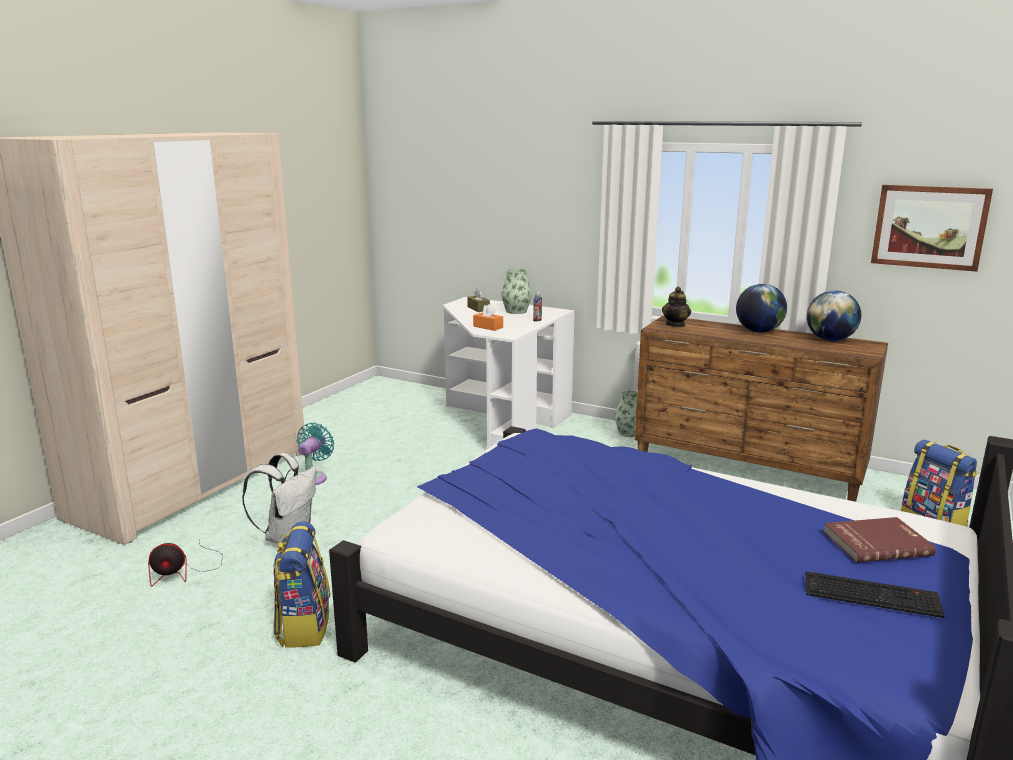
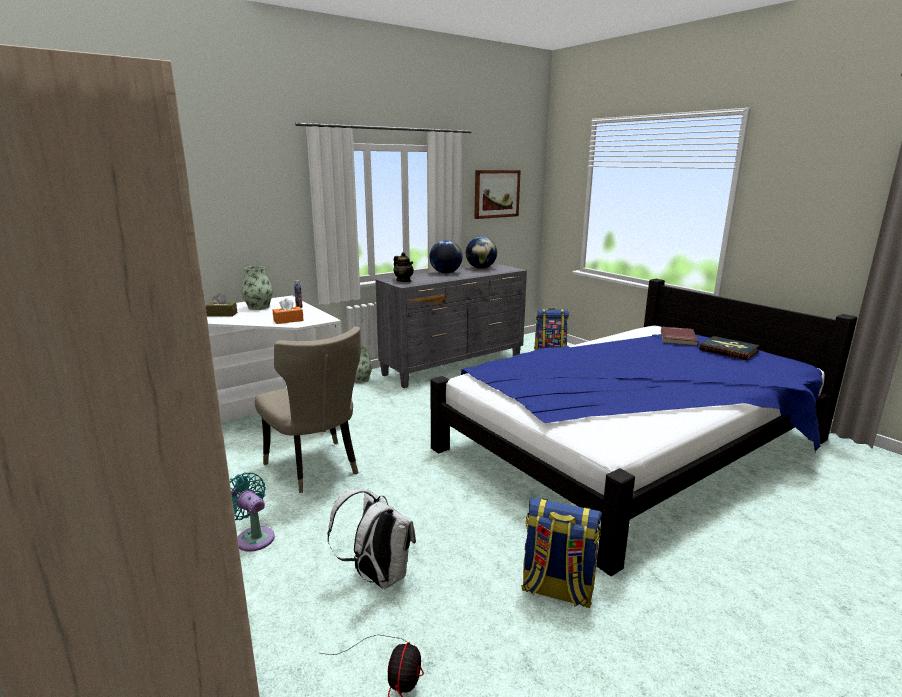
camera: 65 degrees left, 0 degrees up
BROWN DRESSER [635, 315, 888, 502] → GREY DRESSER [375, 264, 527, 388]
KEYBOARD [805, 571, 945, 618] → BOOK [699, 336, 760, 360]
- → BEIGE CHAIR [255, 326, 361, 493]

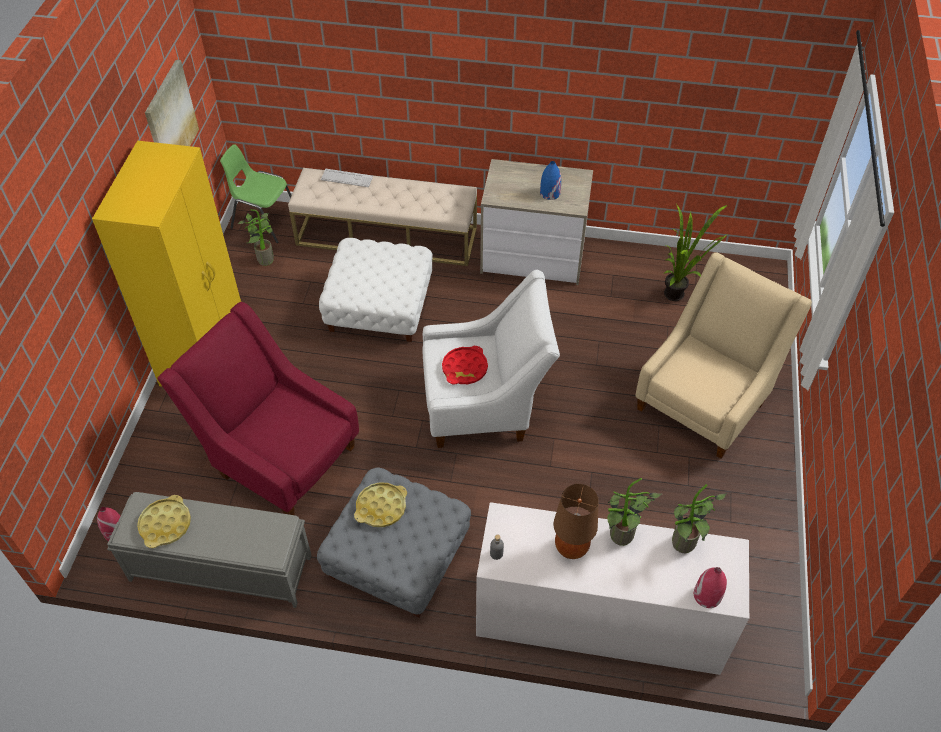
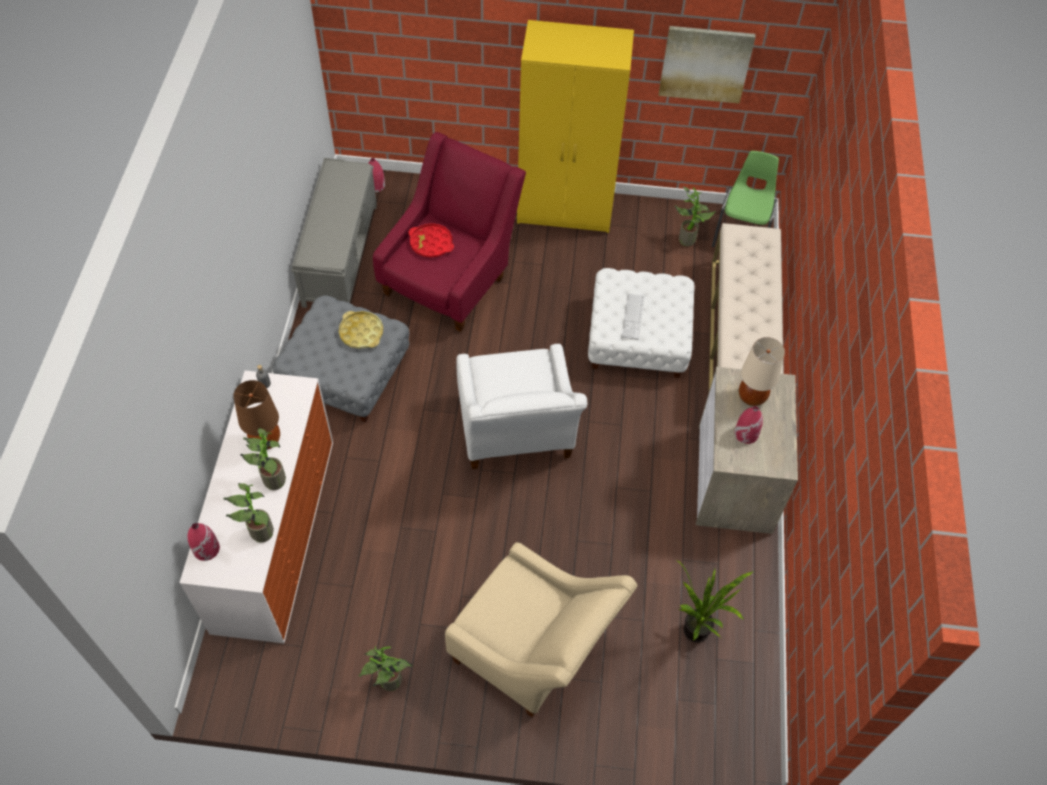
camera: 85 degrees right, 5 degrees up
BLUE VASE [540, 161, 561, 200] → RED VASE [734, 406, 763, 444]
KEYBOARD [321, 169, 373, 187] → KEYBOARD [621, 294, 645, 340], move
RED TRAY [442, 346, 488, 384] → RED TRAY [408, 223, 454, 258], move
YELLOW TRAY [137, 495, 191, 548] → -
- → BEIGE TABLE LAMP [739, 337, 785, 406]
- → POTTED PLANT [359, 646, 413, 691]

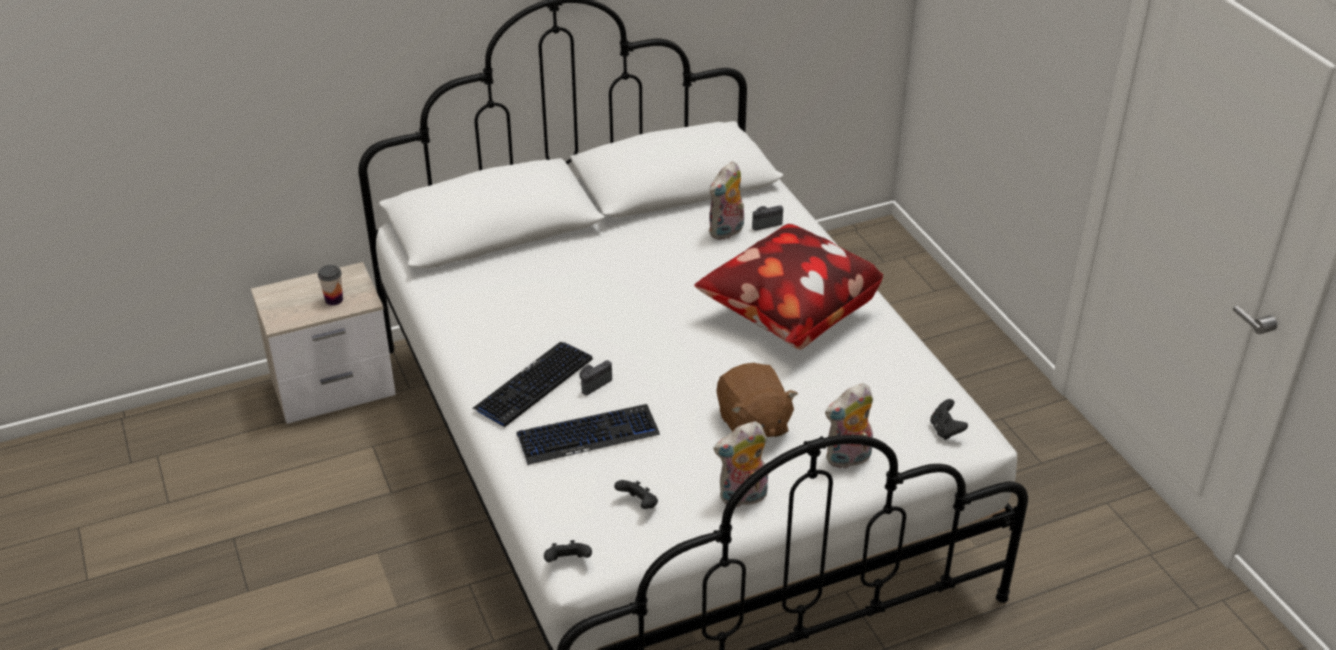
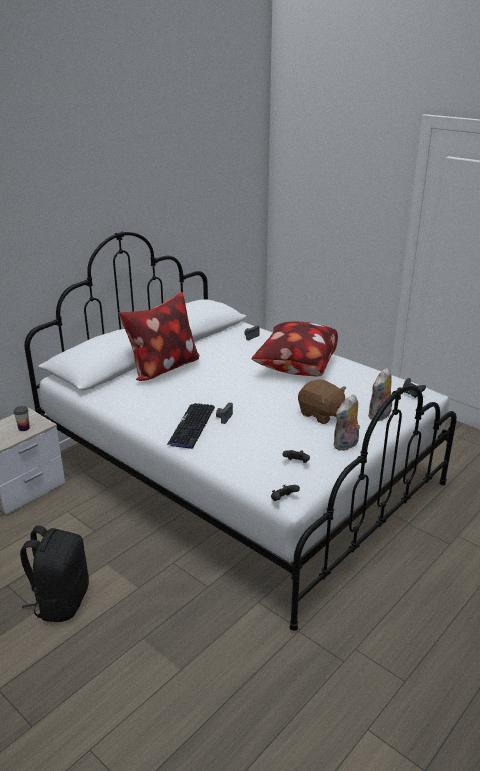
camera: 25 degrees left, 10 degrees down
PLUSH TOY [709, 161, 744, 240] → -
KEYBOARD [516, 404, 660, 465] → -
- → PILLOW [118, 292, 199, 381]
- → BLACK BACKPACK [20, 525, 89, 622]

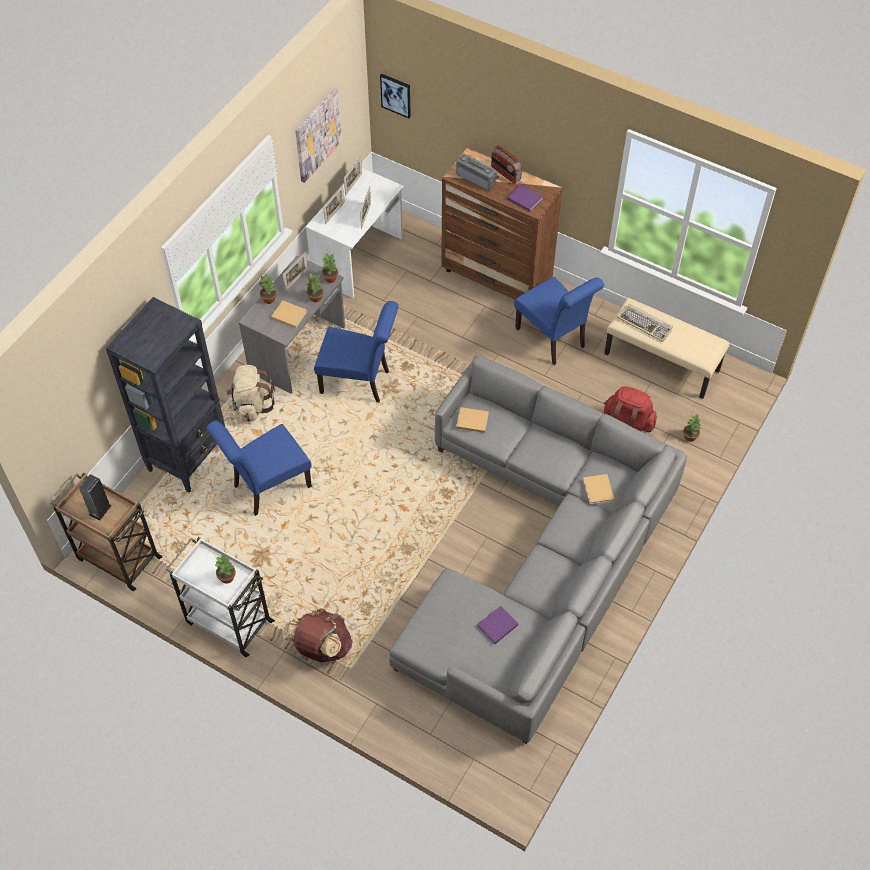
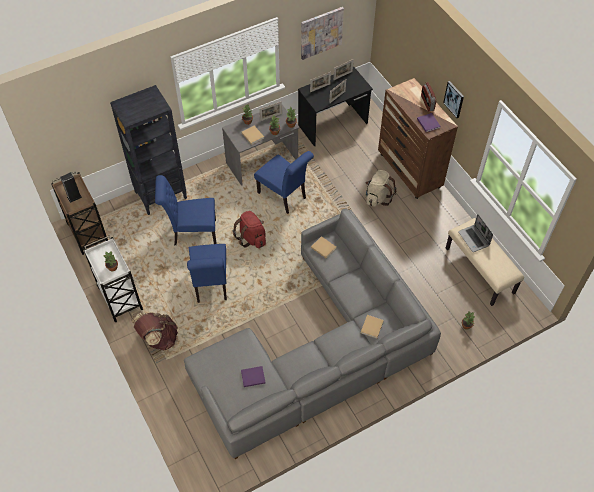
camera: 30 degrees right, 0 degrees up
PICTURE [380, 74, 411, 119] → PICTURE [443, 81, 464, 118], move
RADIO [456, 154, 499, 191] → -
WHITE DESK [306, 168, 404, 298] → BLACK DESK [298, 67, 373, 146]
BLUE CHAIR [514, 277, 604, 365] → BLUE CHAIR [187, 244, 227, 303], move
KEYBOARD [617, 304, 673, 342] → LAPTOP [458, 214, 493, 252]
BEIGE BACKPACK [226, 365, 275, 422] → BEIGE BACKPACK [365, 170, 396, 207], move
RED BACKPACK [604, 386, 657, 432] → RED BACKPACK [233, 211, 266, 248], move

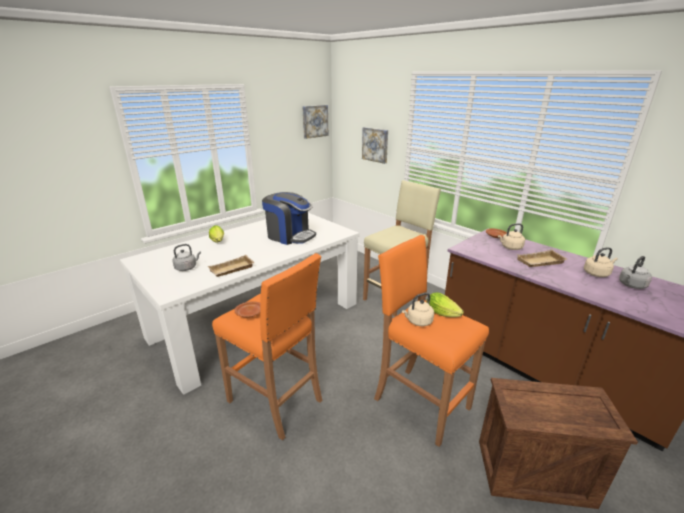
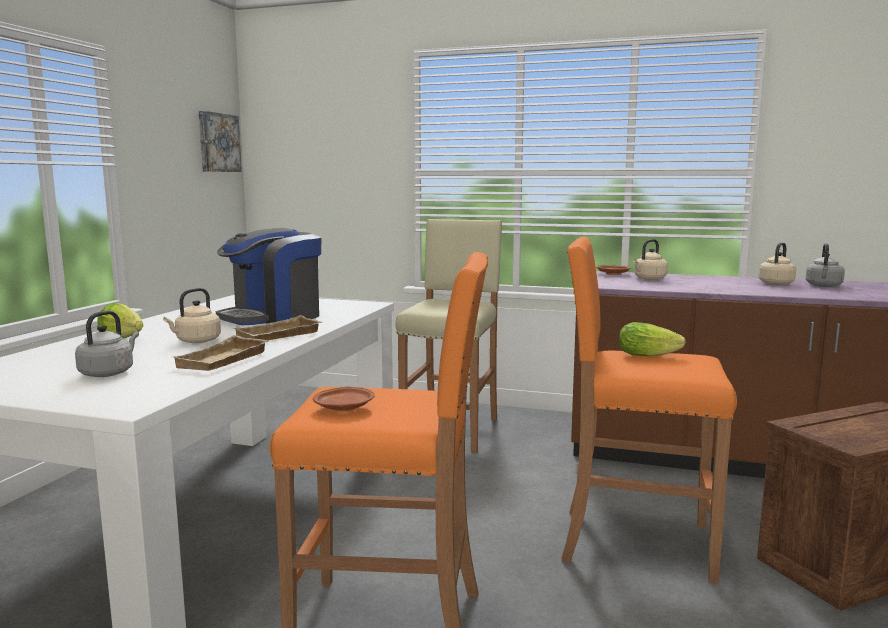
camera: 30 degrees left, 15 degrees down
PICTURE [362, 127, 388, 164] → -
COFFEE MACHINE [262, 192, 316, 245] → COFFEE MACHINE [216, 228, 321, 325], 135 degrees clockwise
BEIGE TRAY [517, 249, 567, 267] → BEIGE TRAY [234, 315, 322, 340], move
BEIGE KETTLE [402, 293, 434, 326] → BEIGE KETTLE [163, 288, 221, 343], move

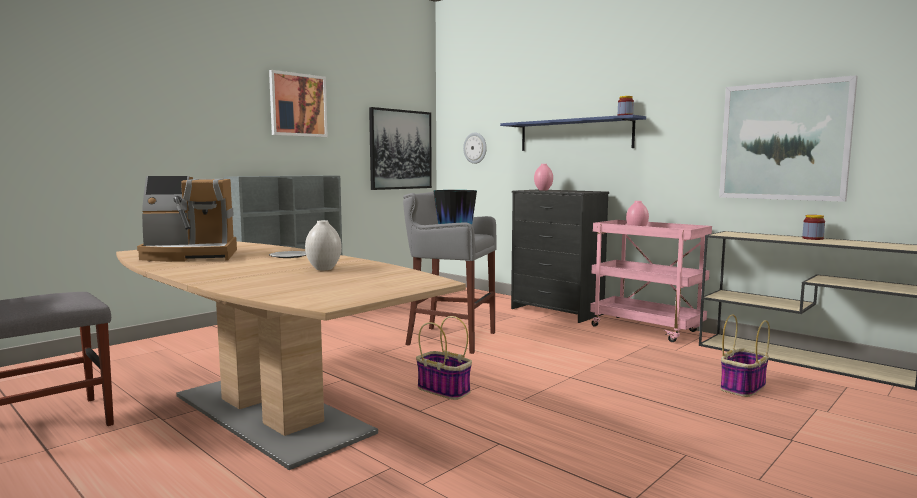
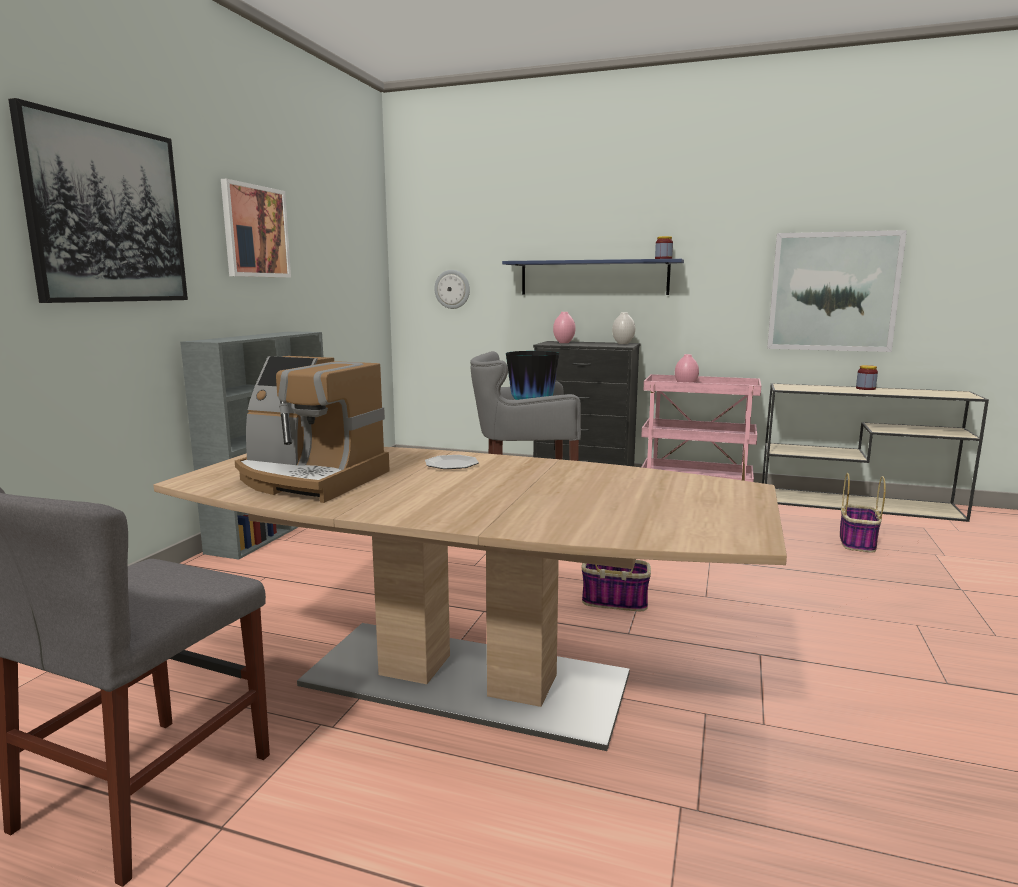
camera: 25 degrees left, 5 degrees up
PICTURE [369, 107, 432, 190] → PICTURE [8, 98, 188, 303], move
COFFEE MACHINE [137, 176, 237, 262] → COFFEE MACHINE [235, 356, 390, 503], 60 degrees clockwise
WHITE VASE [305, 220, 342, 270] → WHITE VASE [612, 312, 635, 344], move

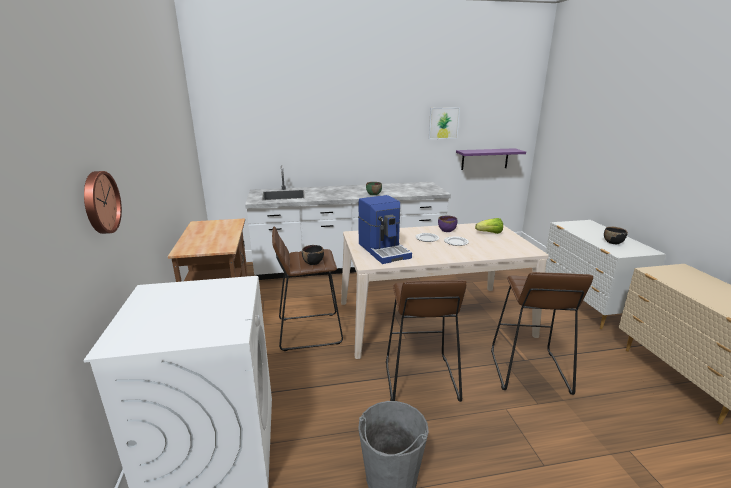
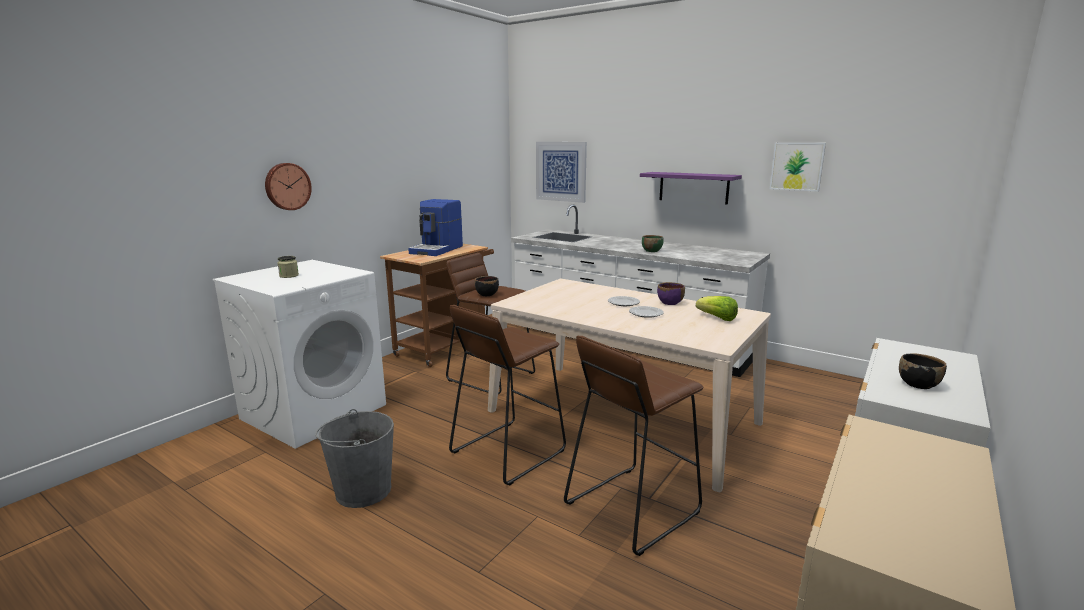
camera: 45 degrees right, 5 degrees down
PURPLE SHELF [456, 148, 526, 170] → PURPLE SHELF [640, 172, 742, 205], move
COFFEE MACHINE [358, 195, 412, 264] → COFFEE MACHINE [408, 199, 463, 256], move
- → PICTURE [536, 142, 587, 203]
- → JAR [277, 256, 299, 278]

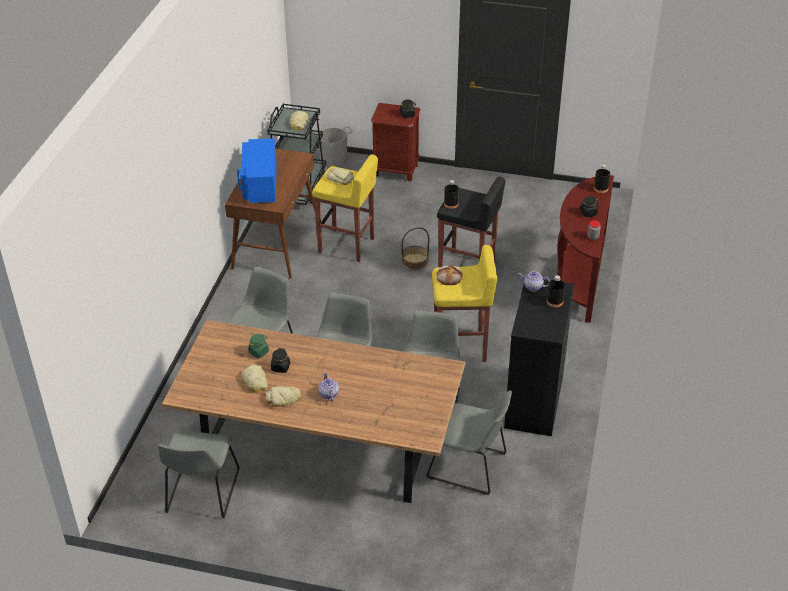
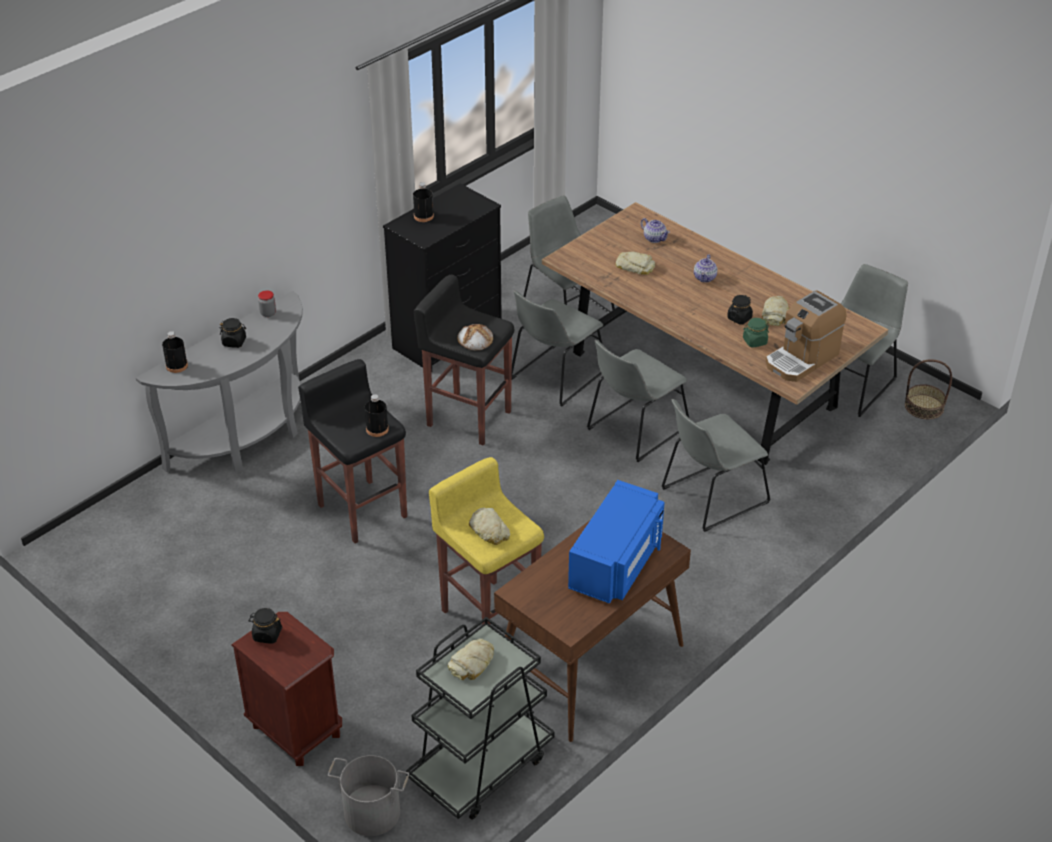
camera: 150 degrees left, 0 degrees up
BROWN CONSOLE TABLE [557, 175, 614, 323] → GREY CONSOLE TABLE [136, 291, 303, 472]
BASKET [401, 227, 429, 270] → BASKET [905, 359, 952, 419], move
YELLOW STOOL [432, 245, 497, 362] → BLACK STOOL [414, 275, 514, 445]
TEAPOT [518, 271, 550, 291] → TEAPOT [641, 218, 670, 243], move
BREAD [266, 386, 301, 407] → BREAD [616, 252, 655, 275], move
- → COFFEE MACHINE [766, 291, 846, 382]

